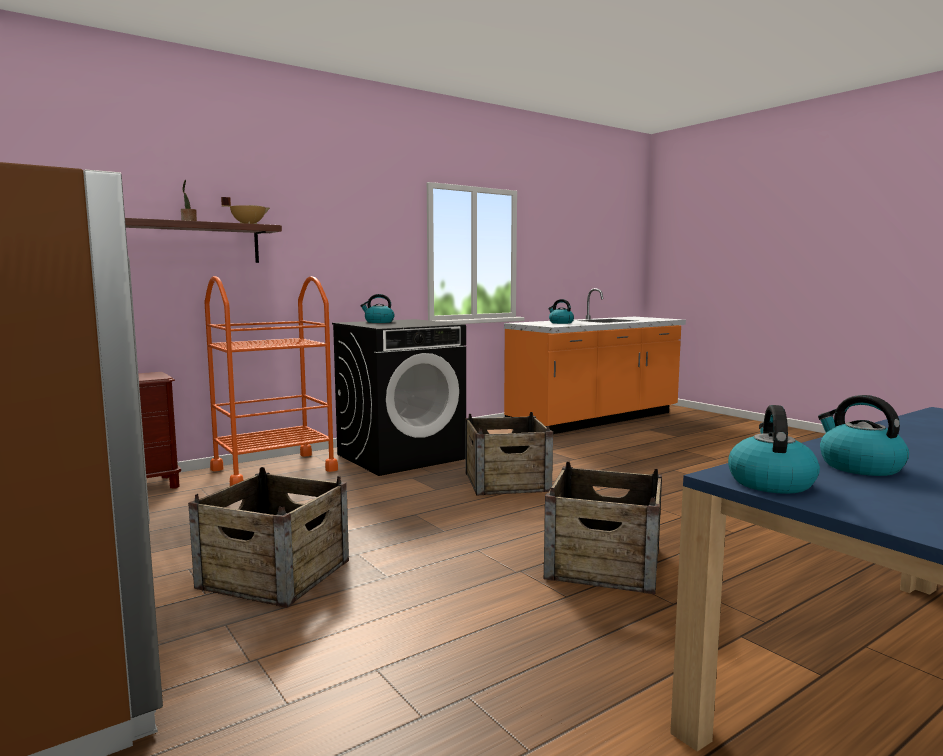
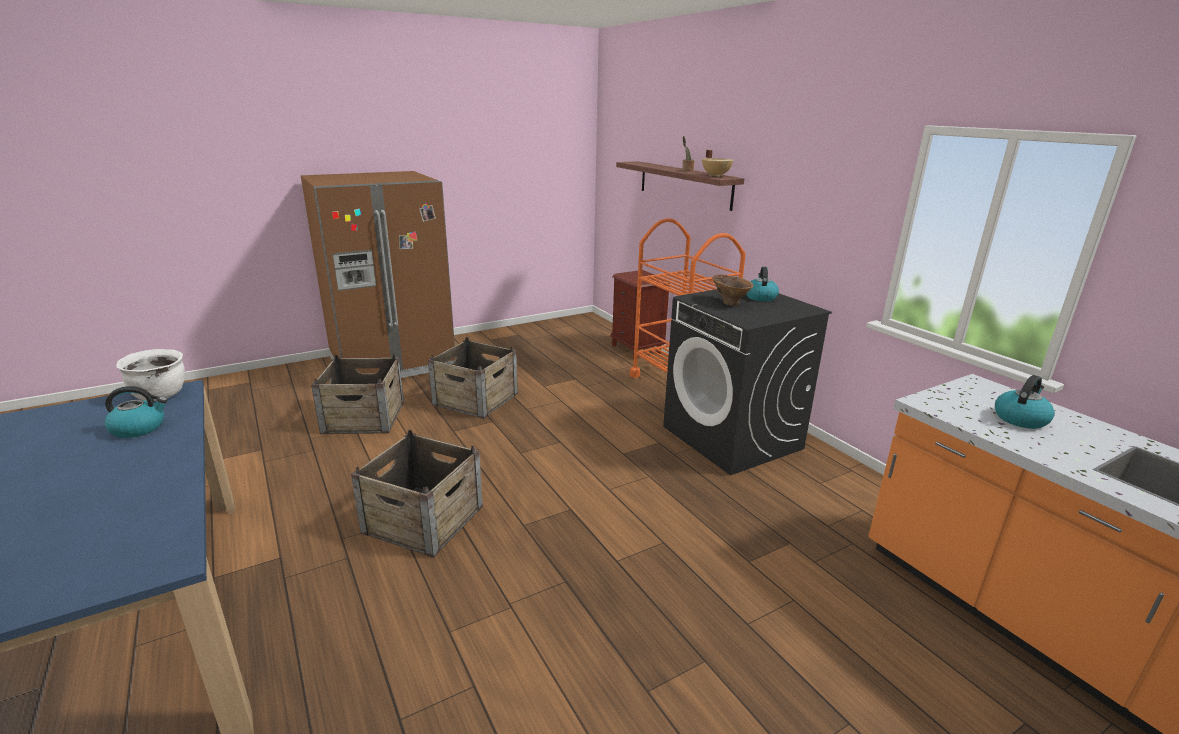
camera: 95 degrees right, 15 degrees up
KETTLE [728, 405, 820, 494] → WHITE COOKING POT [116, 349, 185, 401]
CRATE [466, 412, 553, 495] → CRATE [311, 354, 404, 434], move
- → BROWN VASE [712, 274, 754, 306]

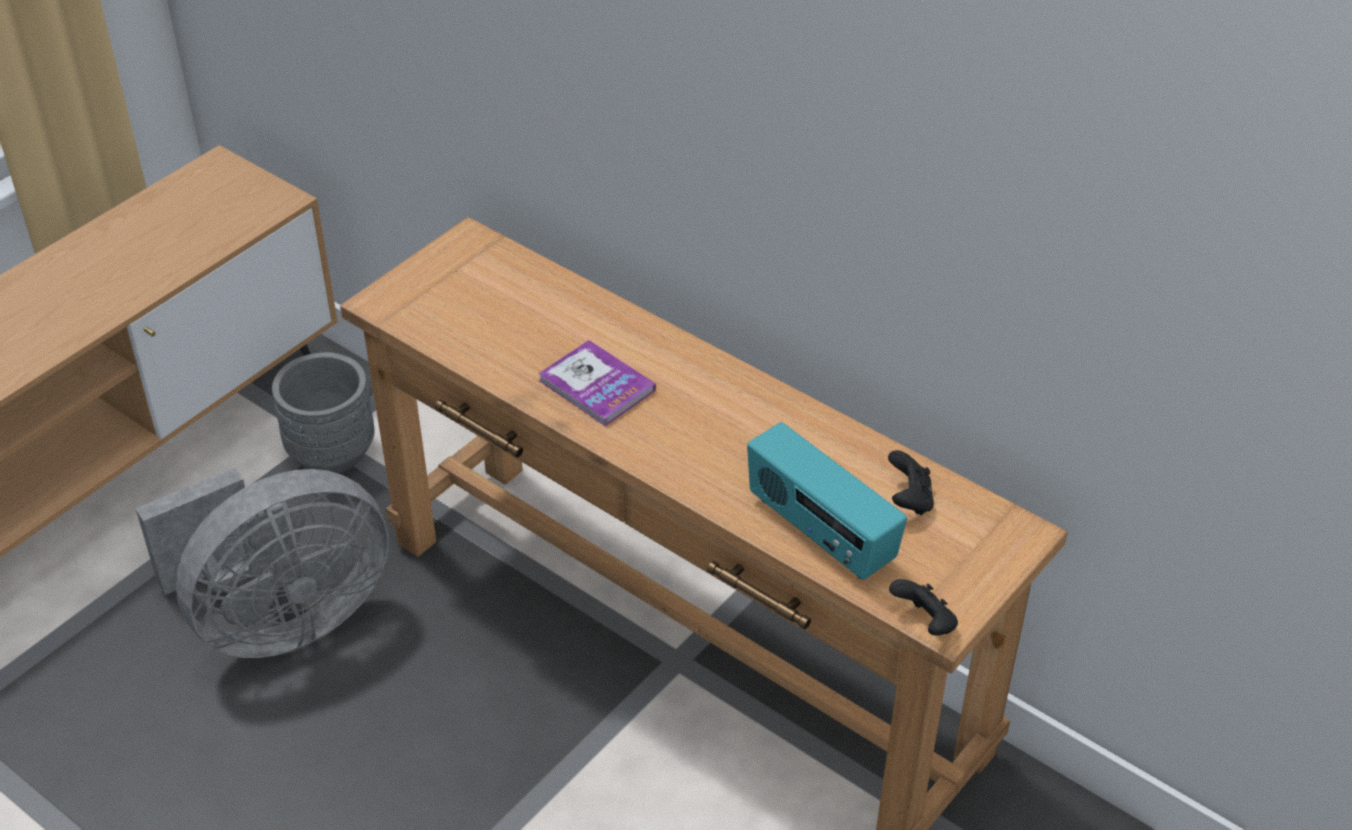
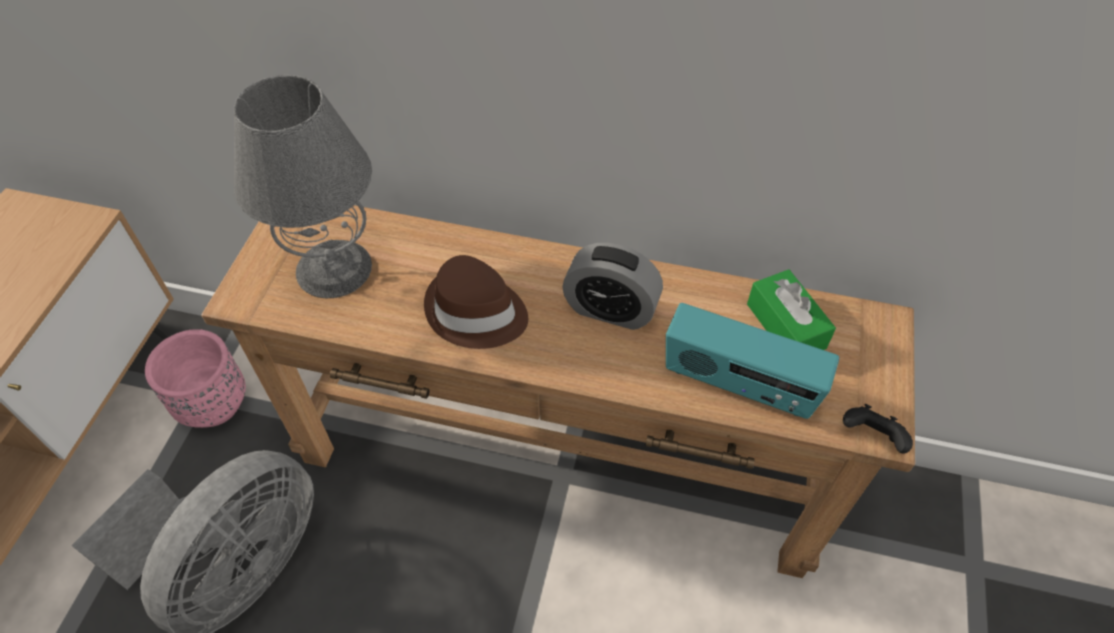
camera: 25 degrees left, 10 degrees up
BOOK [538, 340, 656, 426] → BROWN HAT [424, 255, 528, 349]
GREY PLANTER [272, 352, 375, 474] → PINK PLANTER [145, 329, 246, 428]
BLACK GAME CONTROLLER [888, 450, 934, 515] → GREEN TISSUE BOX [747, 269, 836, 350]
- → GREY TABLE LAMP [234, 75, 372, 298]
- → ALARM CLOCK [562, 243, 663, 330]

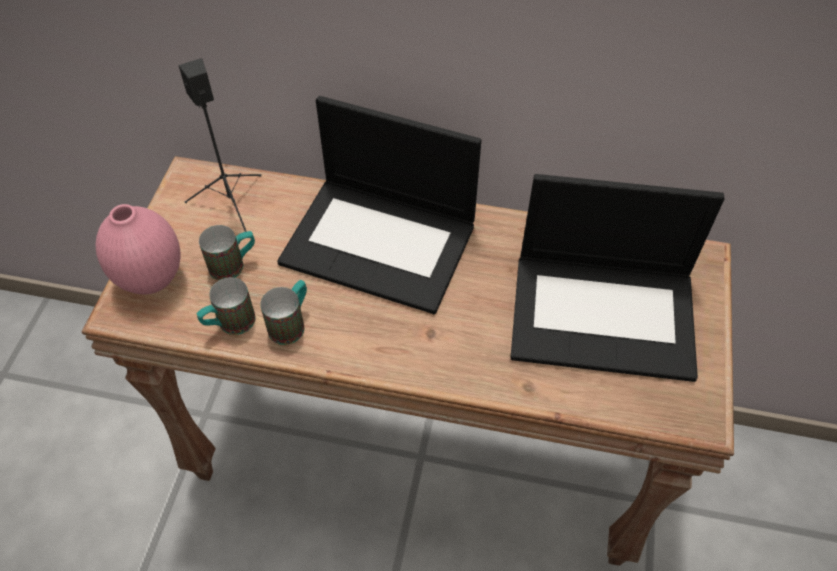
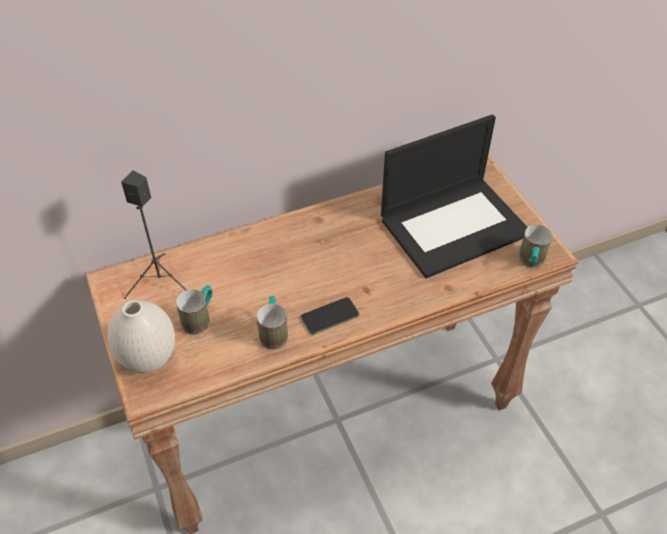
camera: 35 degrees left, 5 degrees down
LAPTOP [277, 96, 481, 314] → -
PINK VASE [96, 204, 181, 294] → WHITE VASE [107, 300, 175, 373]
MUG [197, 277, 256, 335] → MUG [519, 225, 552, 268], move
- → PHONE [301, 297, 359, 335]

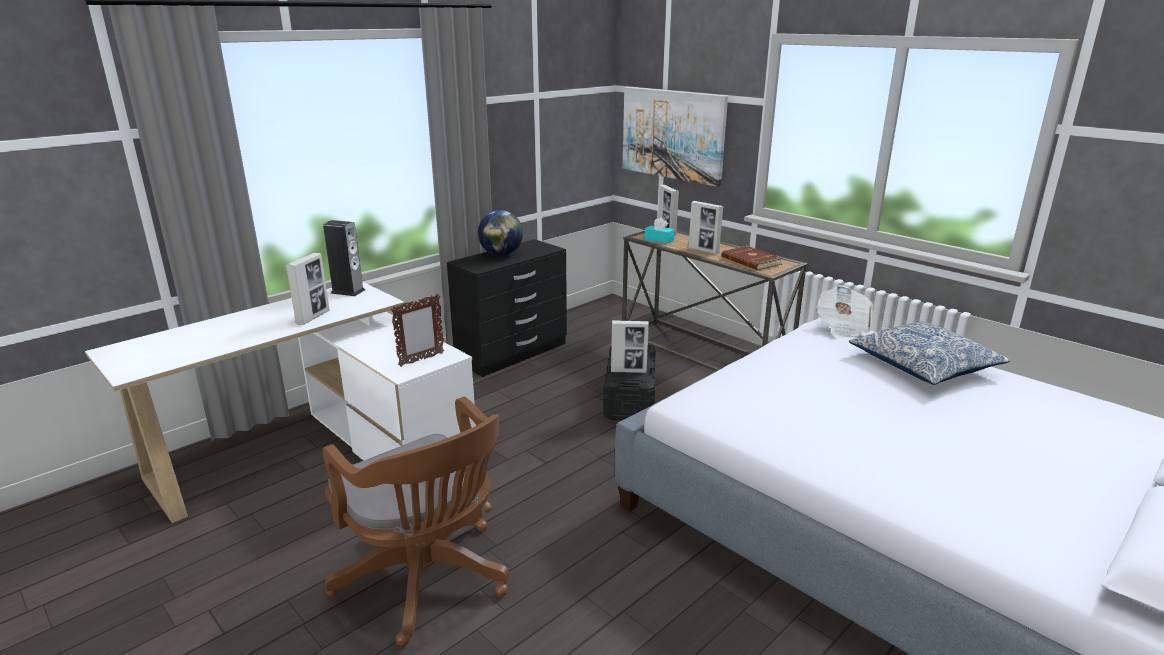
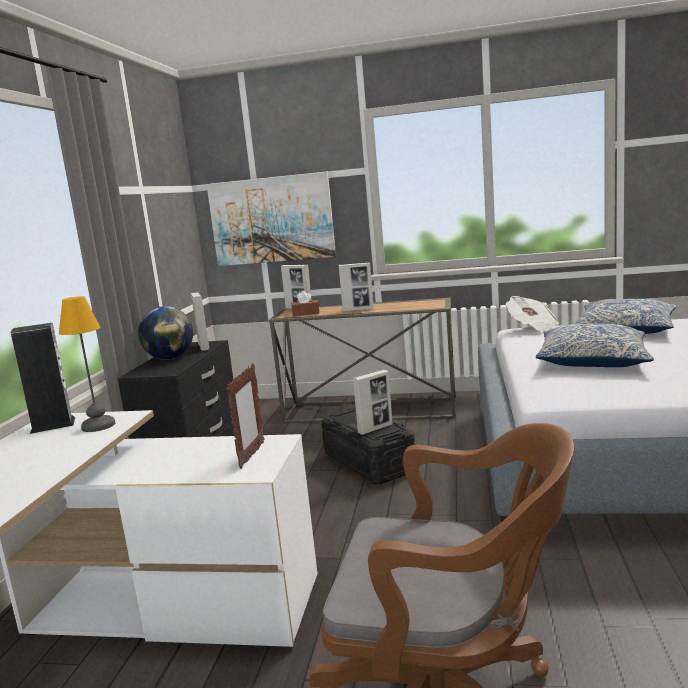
camera: 35 degrees left, 10 degrees down
TURQUOISE TISSUE BOX [644, 218, 675, 244] → BROWN TISSUE BOX [291, 291, 319, 316]
BROWN BOOK [721, 246, 783, 270] → -
PICTURE FRAME [286, 253, 330, 325] → PICTURE FRAME [191, 292, 209, 351], move
- → TABLE LAMP [59, 296, 115, 432]
- → PILLOW [536, 324, 654, 367]

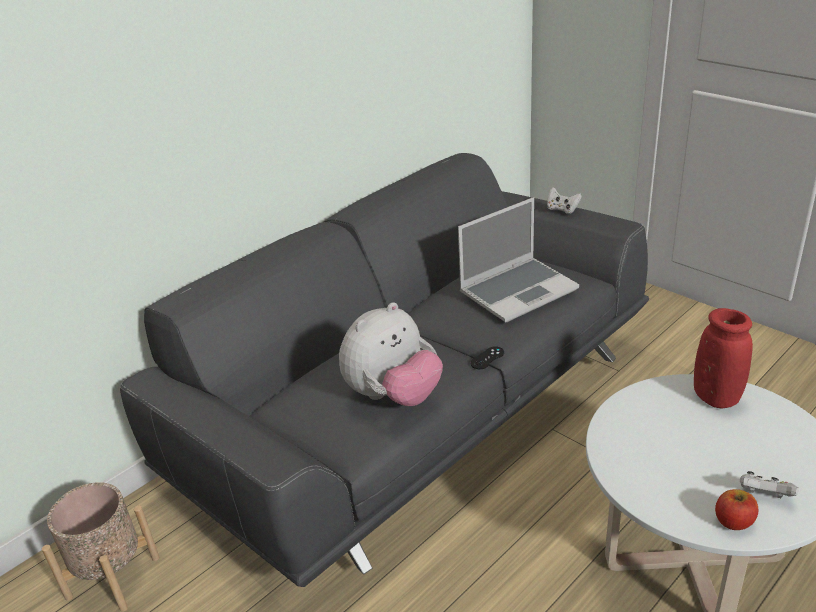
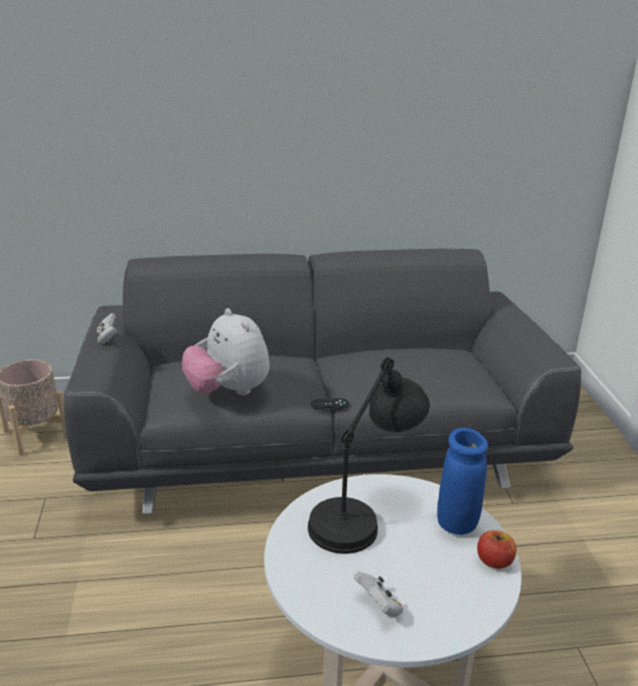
camera: 35 degrees right, 5 degrees down
WHITE GAME CONTROLLER [547, 187, 582, 214] → WHITE GAME CONTROLLER [96, 313, 117, 344], move
LAPTOP [458, 197, 579, 323] → -
PLUSH TOY [339, 302, 443, 406] → PLUSH TOY [182, 308, 270, 395], 60 degrees clockwise
RED VASE [694, 308, 753, 408] → BLUE VASE [437, 428, 488, 535]
APPLE [715, 489, 758, 530] → APPLE [477, 530, 517, 569], move
- → BLACK TABLE LAMP [308, 357, 430, 554]

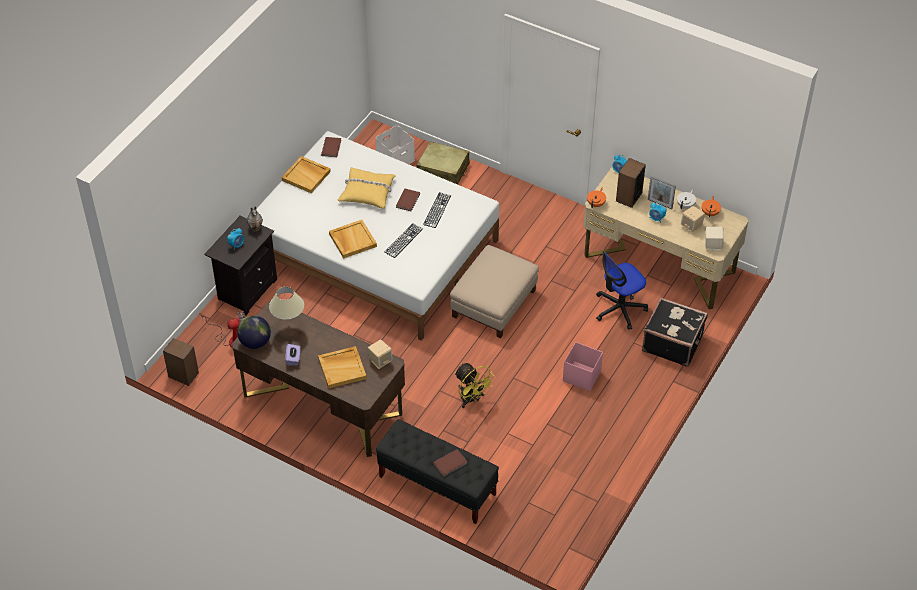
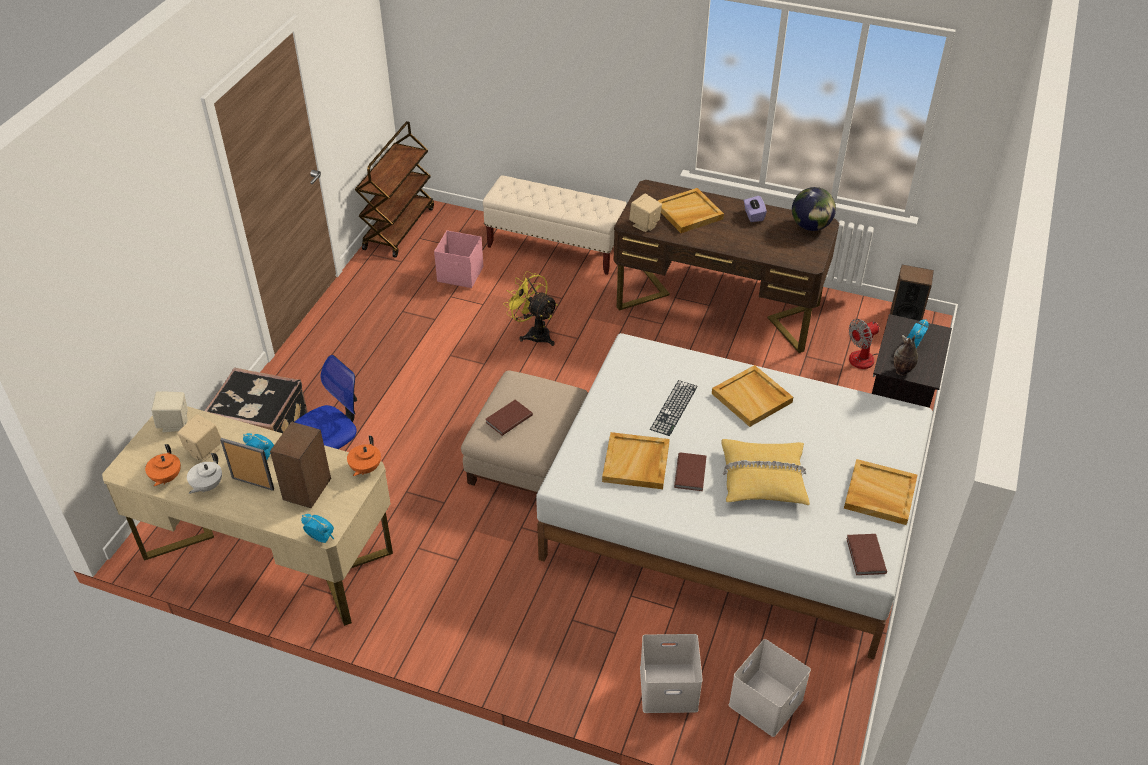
camera: 170 degrees right, 5 degrees down
BEIGE SUITCASE [416, 141, 470, 185] → WHITE STORAGE BOX [640, 634, 703, 713]
KEYBOARD [423, 192, 451, 228] → BEIGE TRAY [602, 432, 670, 489]
BEIGE TABLE LAMP [269, 287, 304, 329] → -
PINK STORAGE BOX [563, 342, 603, 391] → PINK STORAGE BOX [434, 230, 483, 288], move
BLACK BENCH [376, 419, 499, 524] → BEIGE BENCH [483, 175, 627, 275]
BROWN BOOK [433, 449, 467, 477] → BROWN BOOK [485, 400, 533, 436], move
- → BROWN CART [355, 121, 434, 258]

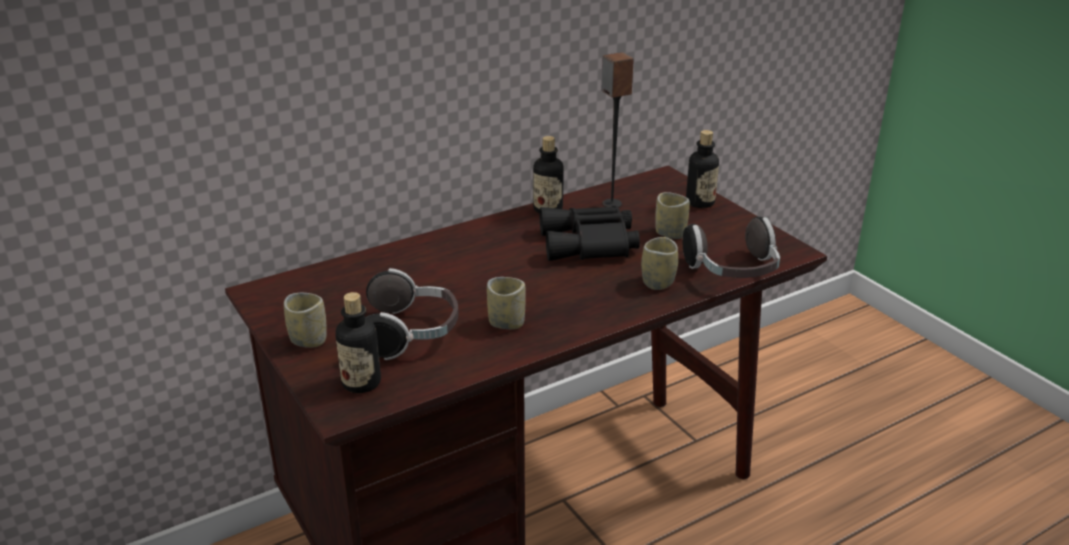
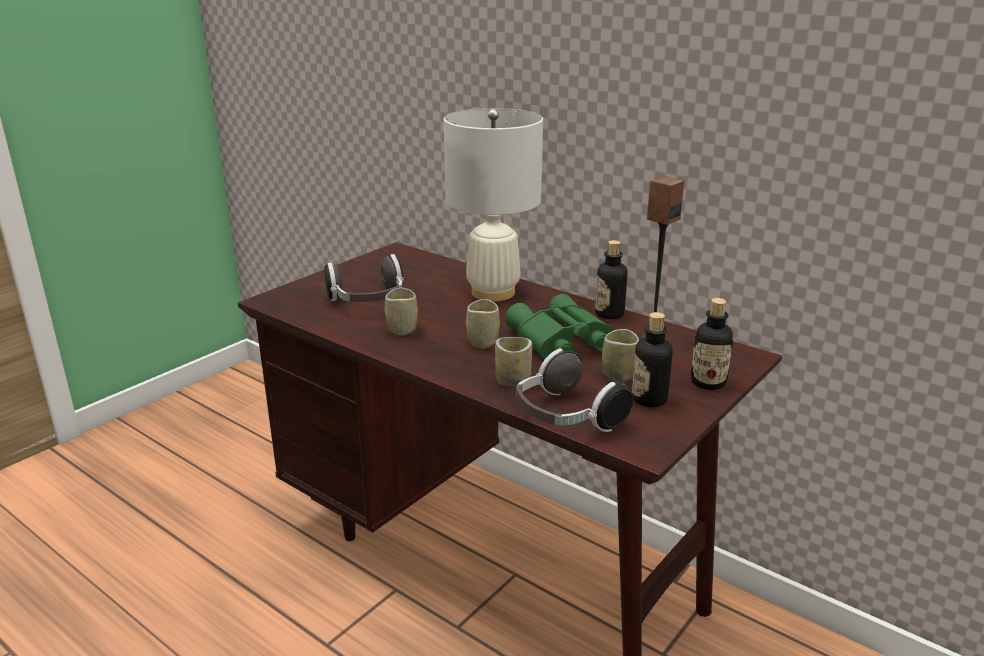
camera: 70 degrees right, 5 degrees down
BLACK BINOCULARS [540, 206, 640, 261] → GREEN BINOCULARS [505, 294, 614, 358]
BOTTLE [335, 292, 381, 393] → BOTTLE [632, 312, 673, 407], move
CUP [284, 293, 327, 348] → CUP [466, 299, 500, 349], move
- → WHITE TABLE LAMP [444, 108, 543, 302]

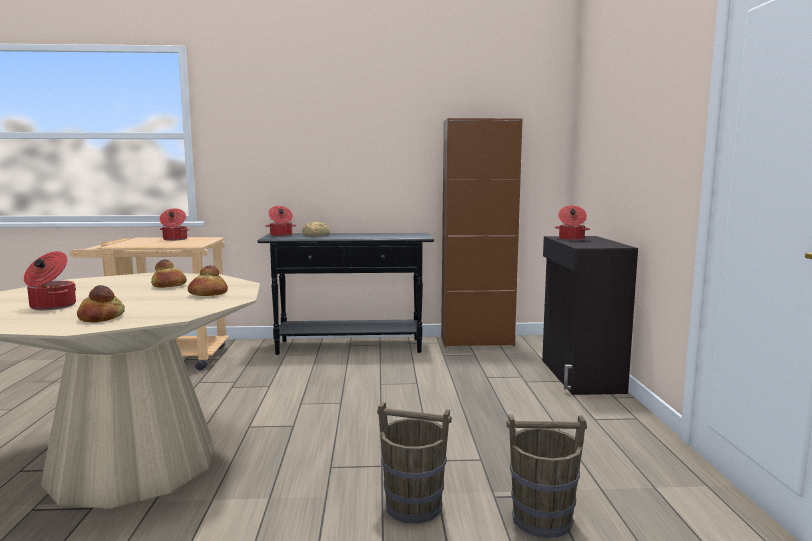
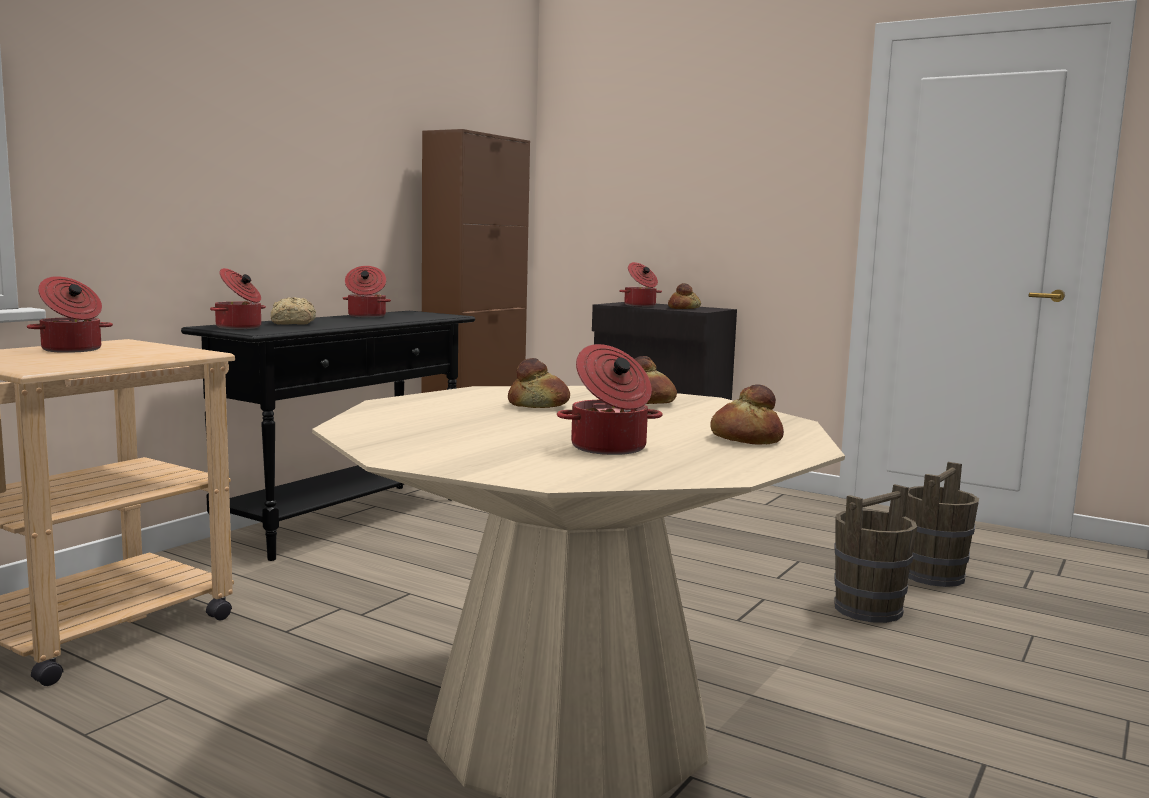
camera: 55 degrees left, 0 degrees up
- → COOKING POT [343, 266, 391, 318]
- → BREAD [668, 283, 701, 309]

